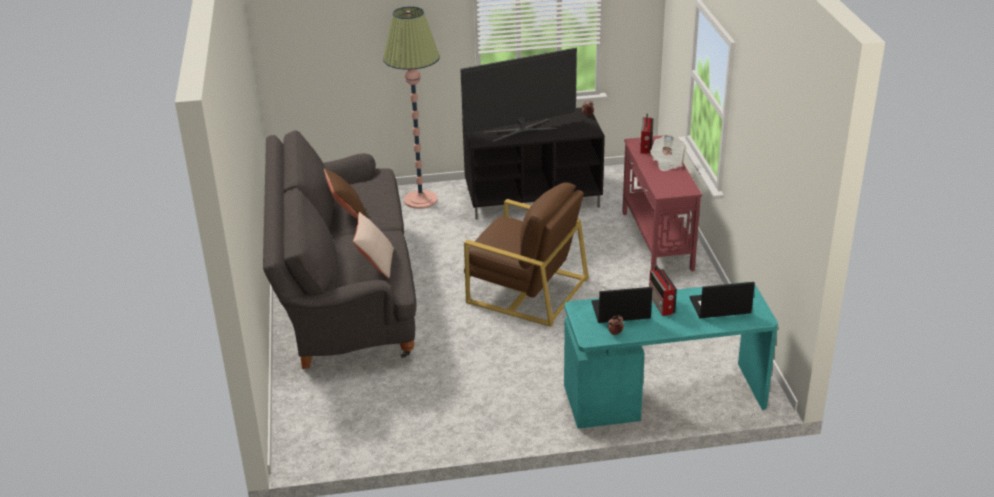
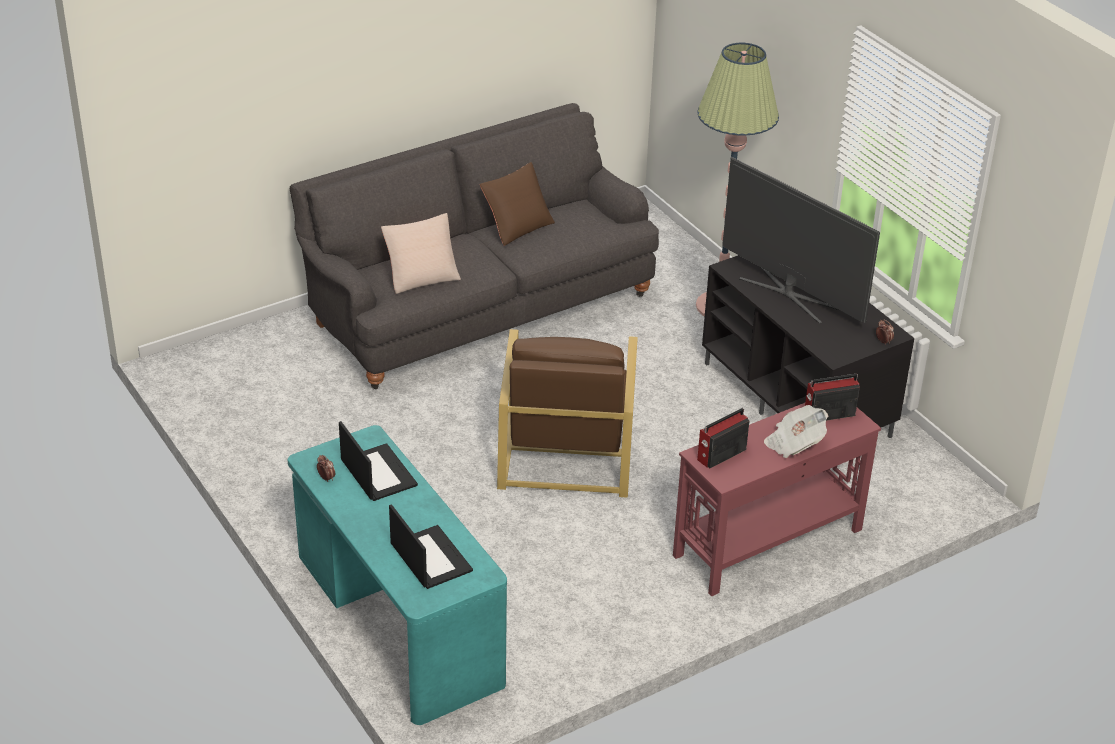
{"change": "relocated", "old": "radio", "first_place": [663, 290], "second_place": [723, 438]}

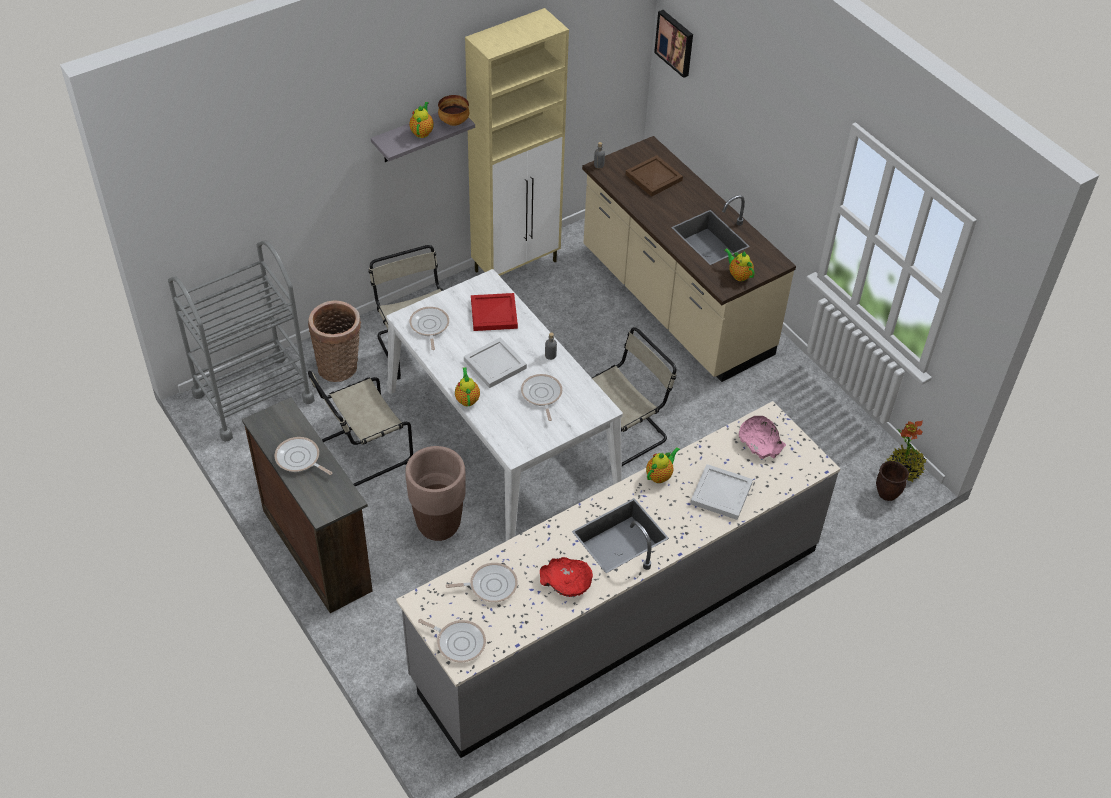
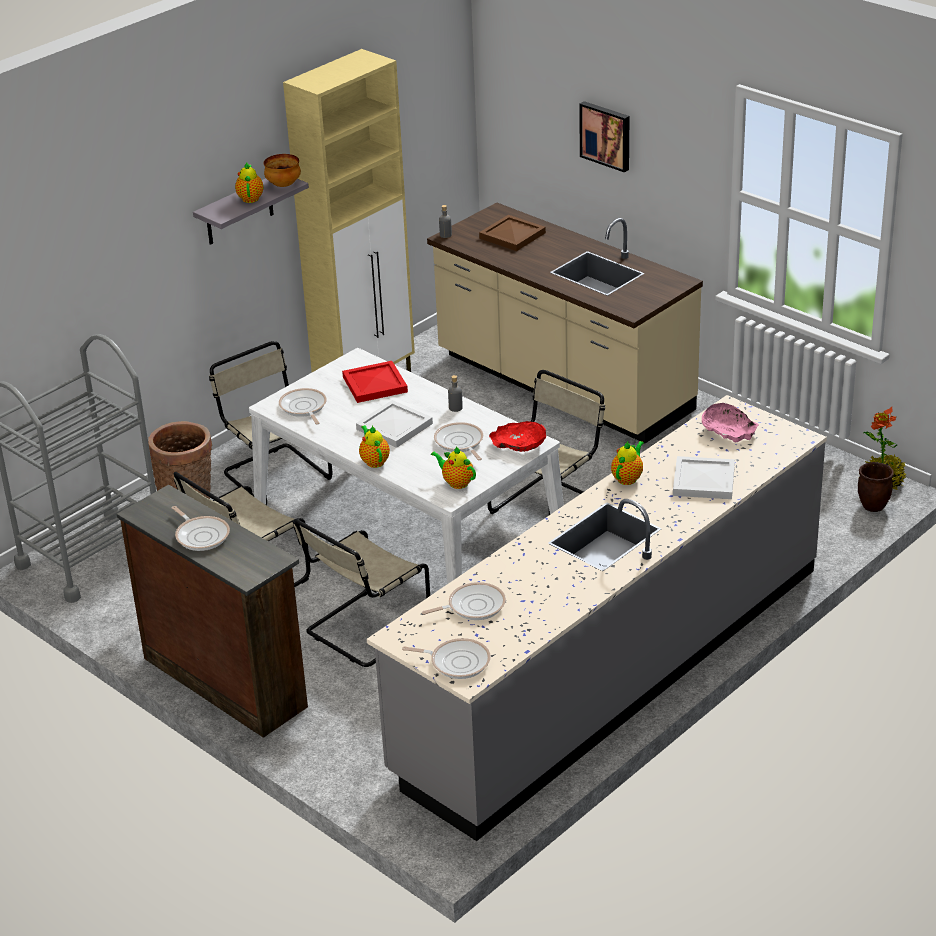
{"change": "relocated", "old": "picture", "first_place": [673, 44], "second_place": [604, 136]}
{"change": "relocated", "old": "teapot", "first_place": [739, 265], "second_place": [453, 468]}
{"change": "spun", "old": "frying pan", "first_place": [304, 456], "second_place": [201, 528], "degrees": -150}
{"change": "exchanged", "old": "brown planter", "new": "beige chair", "first_place": [435, 493], "second_place": [362, 593]}
{"change": "relocated", "old": "red bowl", "first_place": [566, 577], "second_place": [517, 436]}

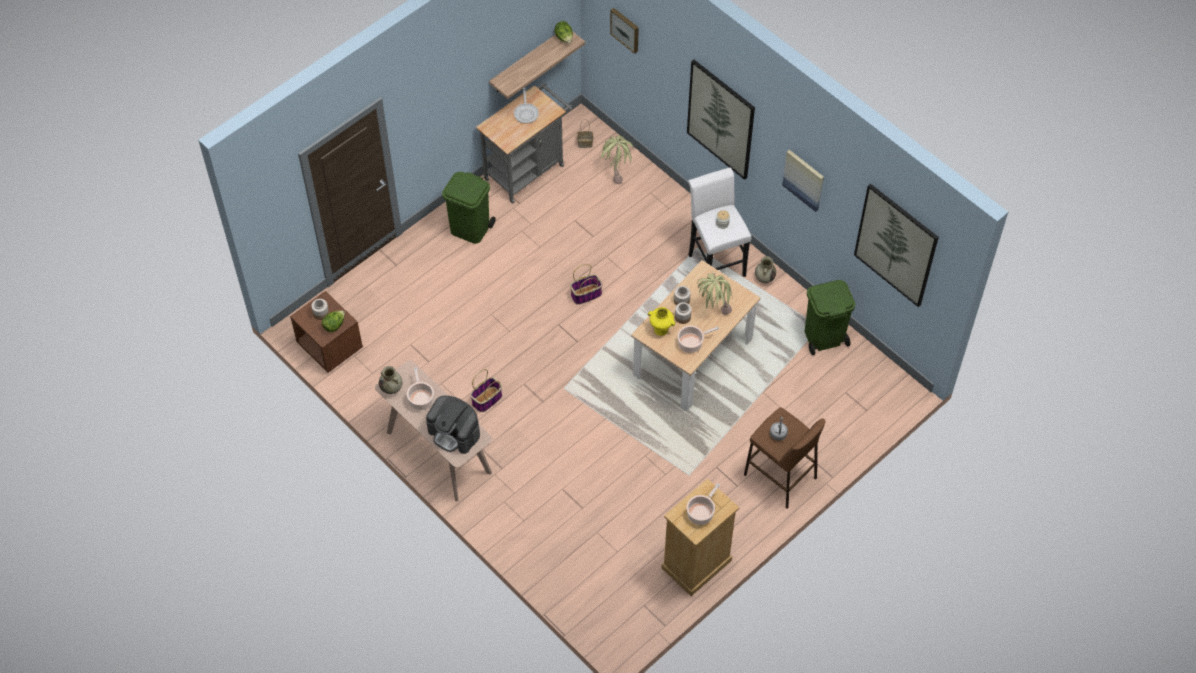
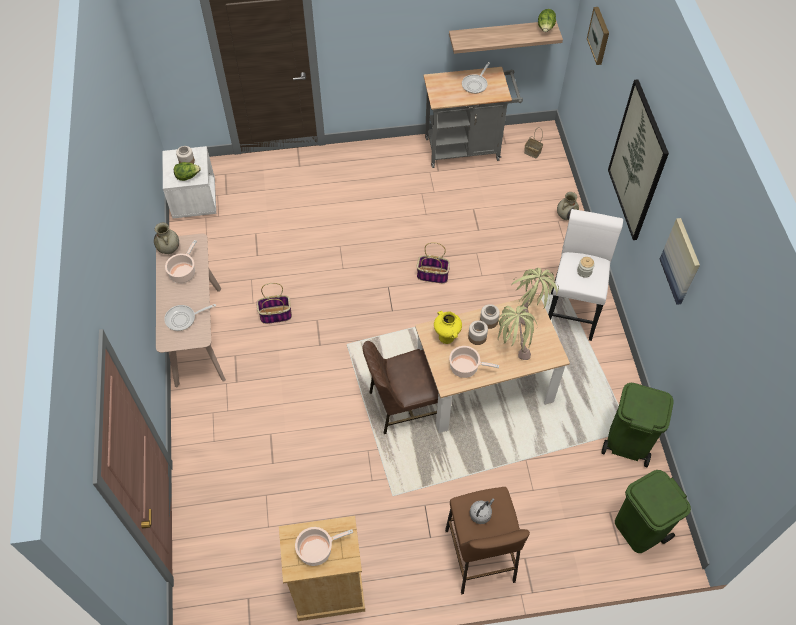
{"change": "relocated", "old": "potted plant", "first_place": [617, 159], "second_place": [535, 296]}
{"change": "relocated", "old": "green trash can", "first_place": [469, 208], "second_place": [653, 511]}
{"change": "missing", "old": "picture", "first_place": [896, 245]}
{"change": "relocated", "old": "beige vase", "first_place": [765, 269], "second_place": [568, 206]}
{"change": "colour", "old": "brown nightstand", "new": "white nightstand", "first_place": [326, 332], "second_place": [189, 182]}
{"change": "exchanged", "old": "coffee machine", "new": "frying pan", "first_place": [453, 424], "second_place": [190, 317]}
{"change": "appeared", "new": "brown chair", "second_place": [400, 387]}

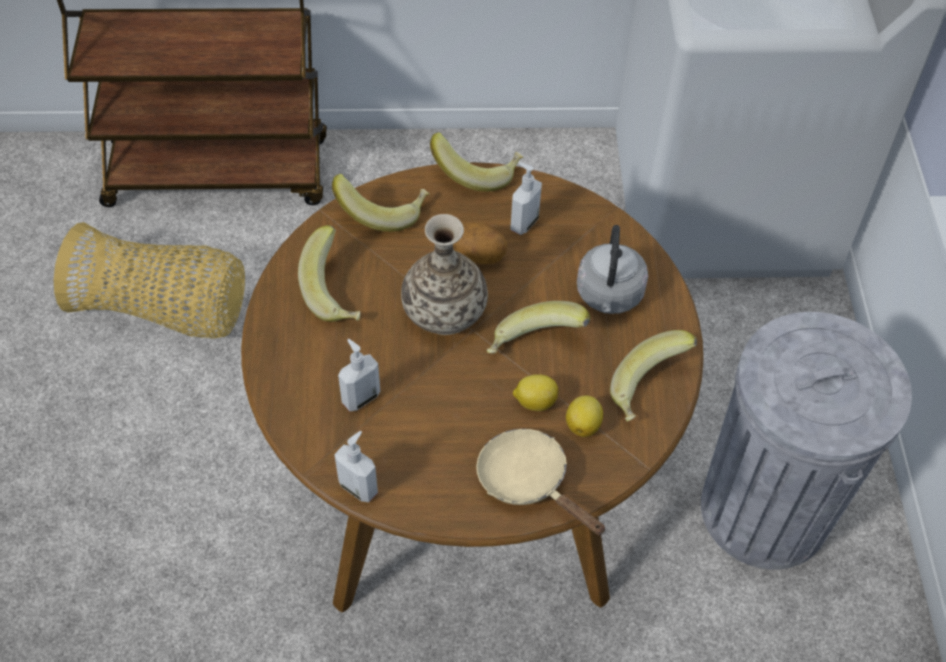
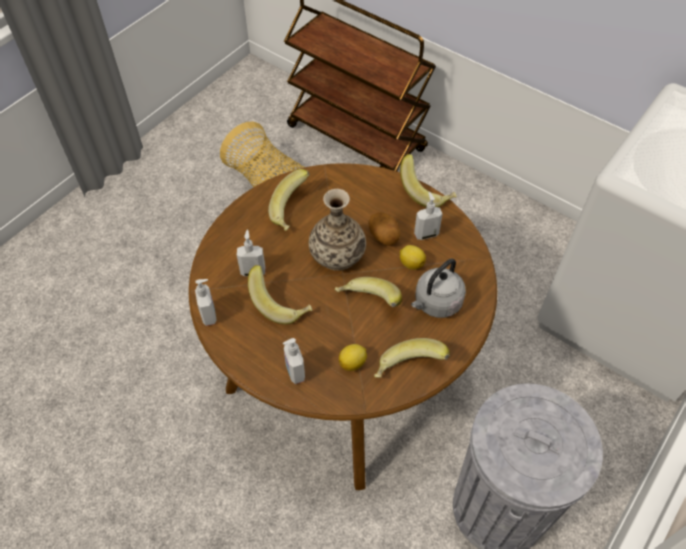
{"change": "relocated", "old": "banana", "first_place": [380, 203], "second_place": [280, 295]}
{"change": "relocated", "old": "lemon", "first_place": [535, 392], "second_place": [413, 257]}
{"change": "exchanged", "old": "beige frying pan", "new": "soap dispenser", "first_place": [541, 482], "second_place": [294, 361]}

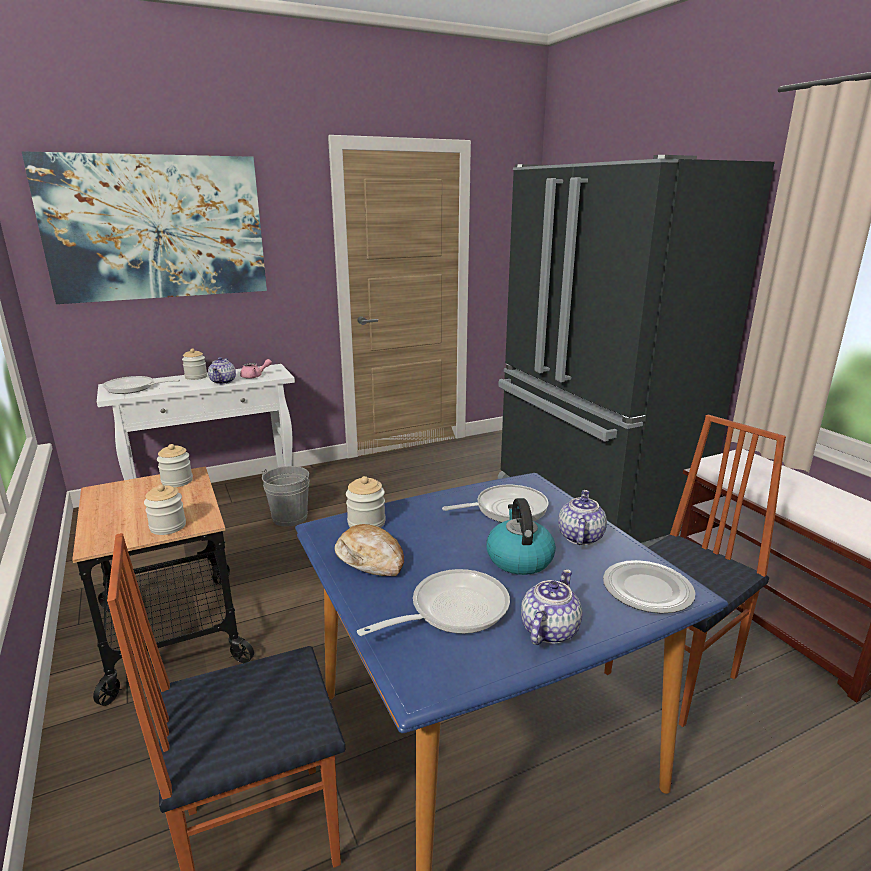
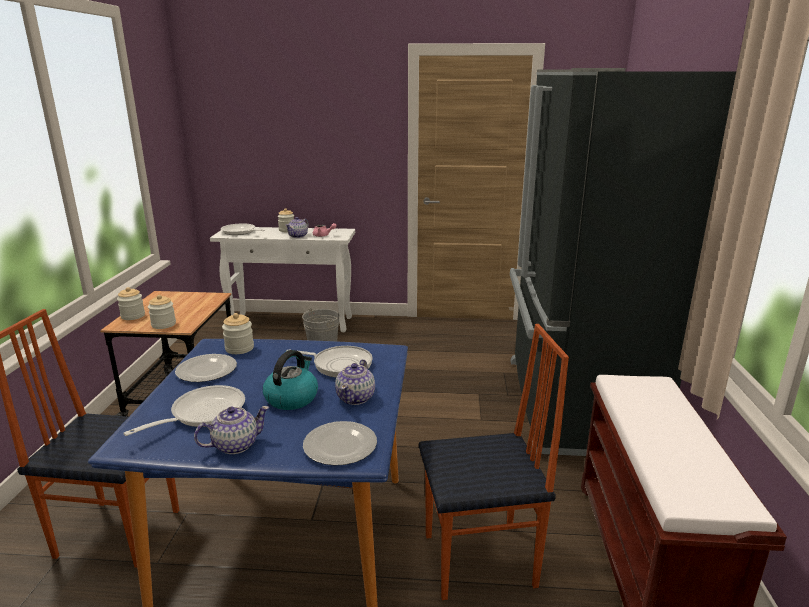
{"change": "missing", "old": "picture", "first_place": [144, 227]}
{"change": "relocated", "old": "jar", "first_place": [175, 465], "second_place": [131, 303]}
{"change": "spun", "old": "teapot", "first_place": [582, 517], "second_place": [355, 382], "degrees": 150}
{"change": "exchanged", "old": "bread", "new": "plate", "first_place": [369, 550], "second_place": [206, 368]}
{"change": "spun", "old": "frying pan", "first_place": [433, 602], "second_place": [184, 410], "degrees": -45}

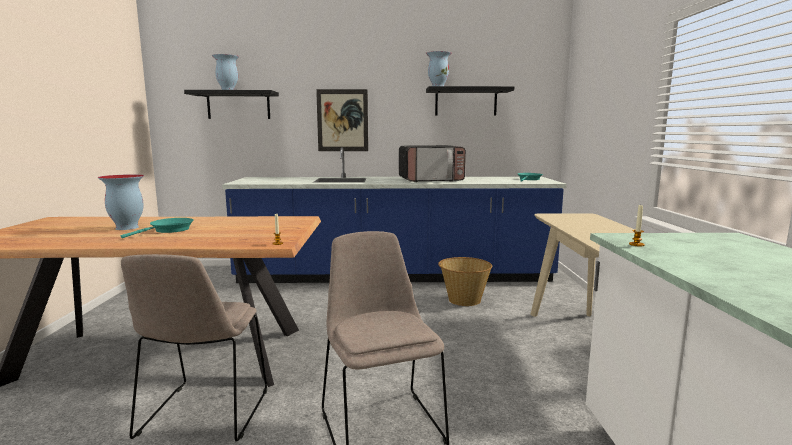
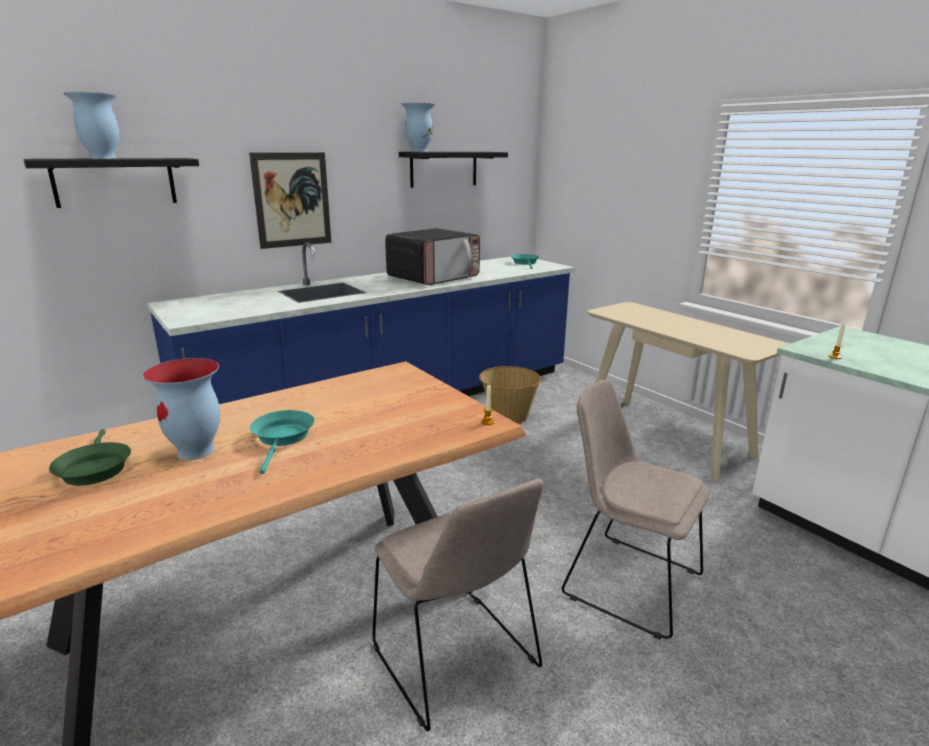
{"change": "appeared", "new": "green frying pan", "second_place": [90, 457]}

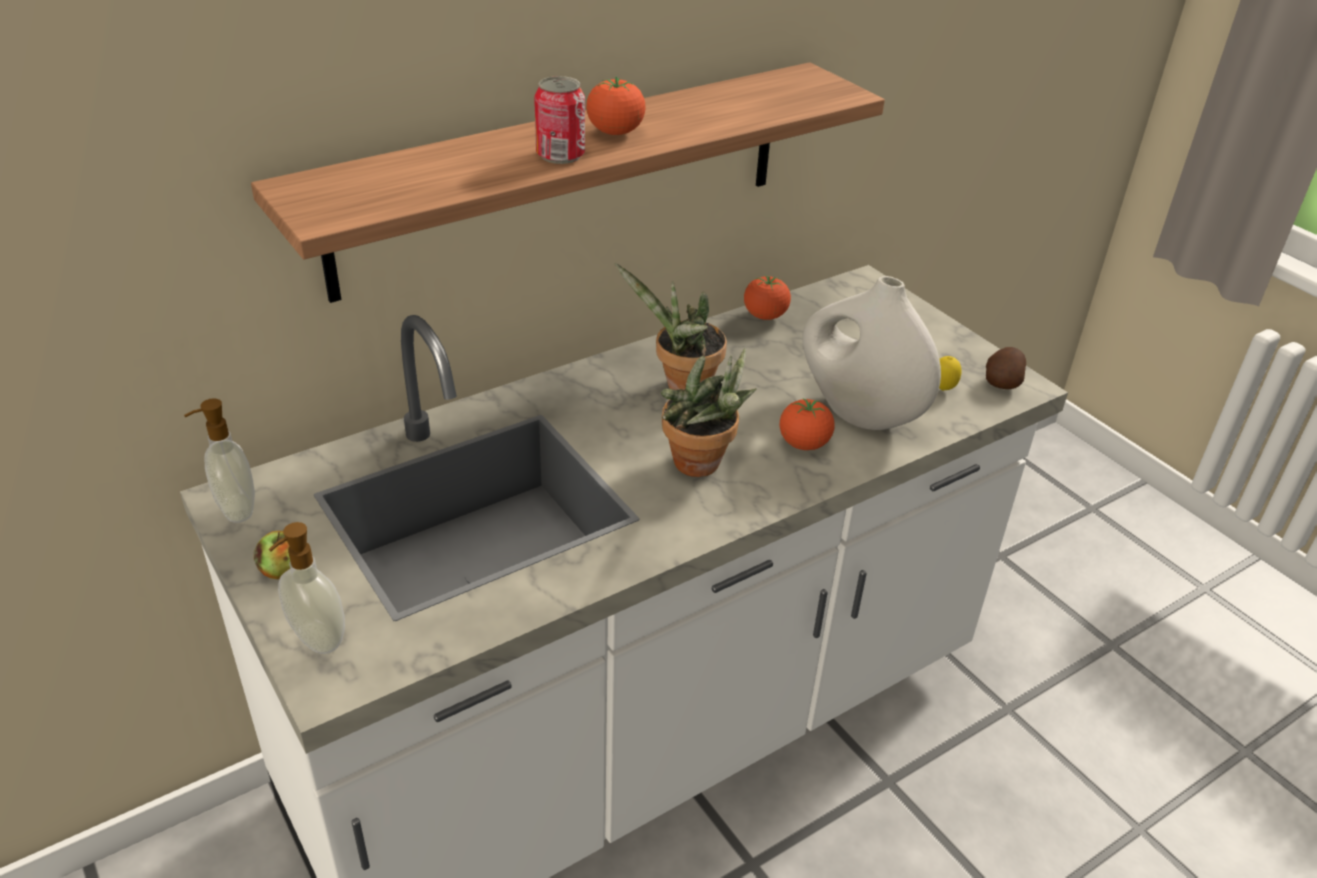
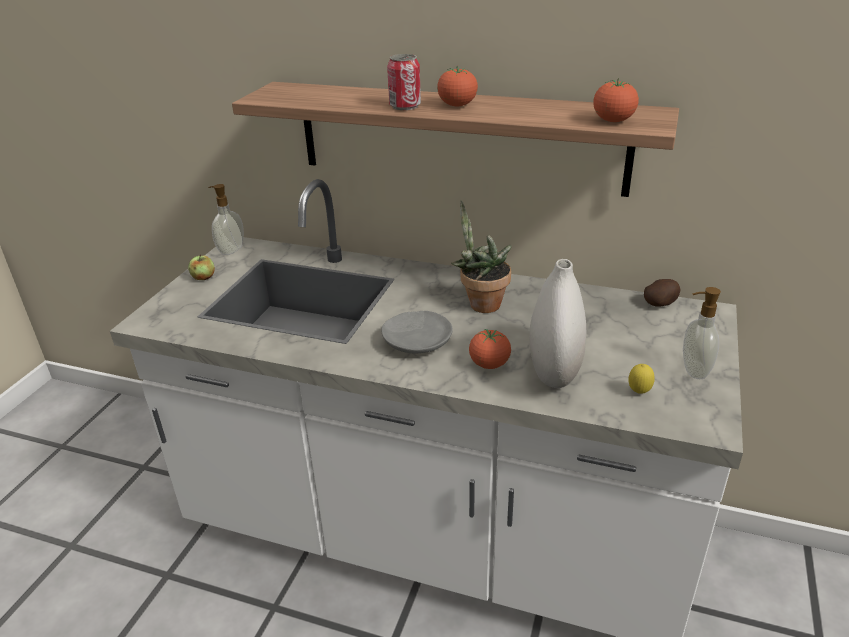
{"change": "relocated", "old": "tomato", "first_place": [767, 297], "second_place": [616, 100]}
{"change": "relocated", "old": "potato", "first_place": [1006, 368], "second_place": [662, 292]}
{"change": "exchanged", "old": "potted plant", "new": "grey plate", "first_place": [708, 412], "second_place": [417, 332]}
{"change": "relocated", "old": "soap dispenser", "first_place": [307, 588], "second_place": [702, 333]}

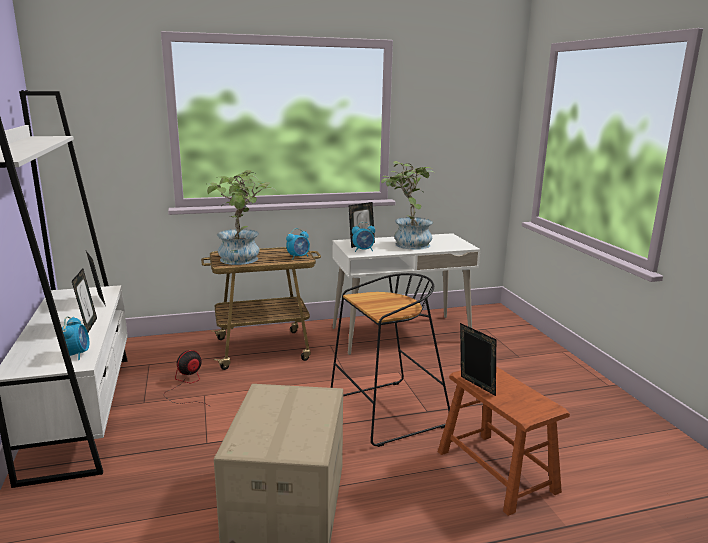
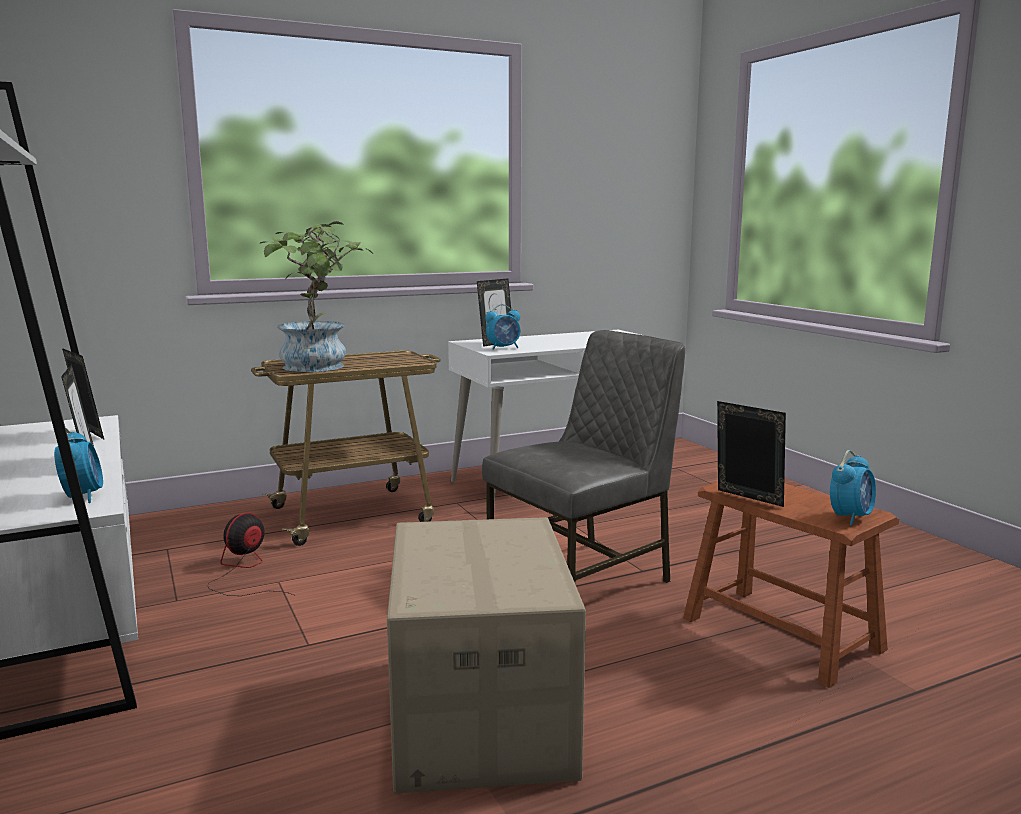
{"change": "missing", "old": "potted plant", "first_place": [407, 205]}
{"change": "relocated", "old": "alarm clock", "first_place": [298, 243], "second_place": [853, 488]}
{"change": "exchanged", "old": "black stool", "new": "grey chair", "first_place": [390, 360], "second_place": [583, 456]}

